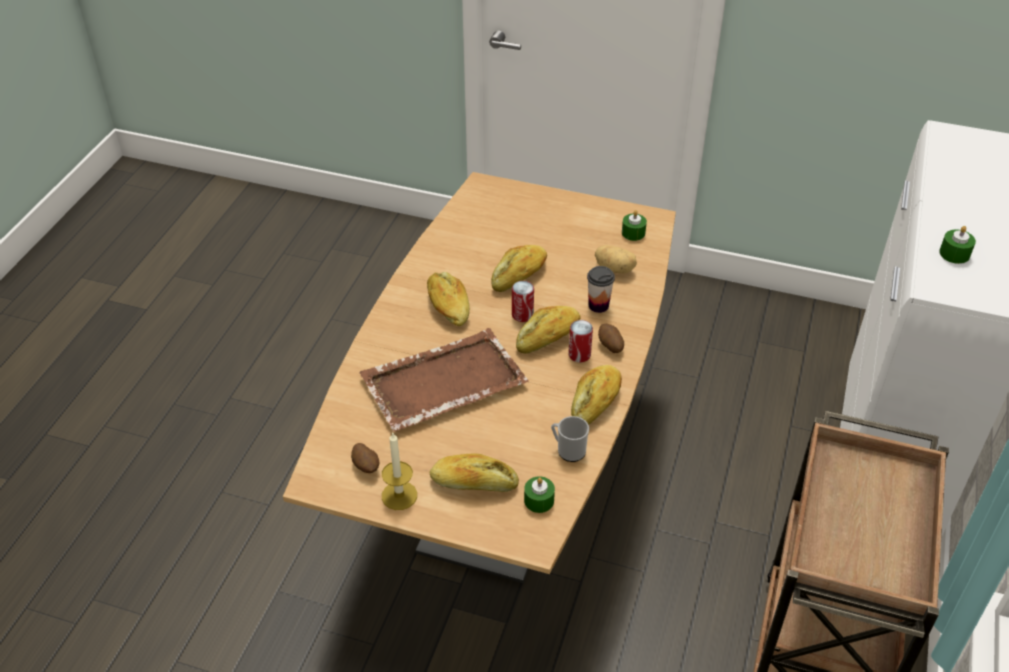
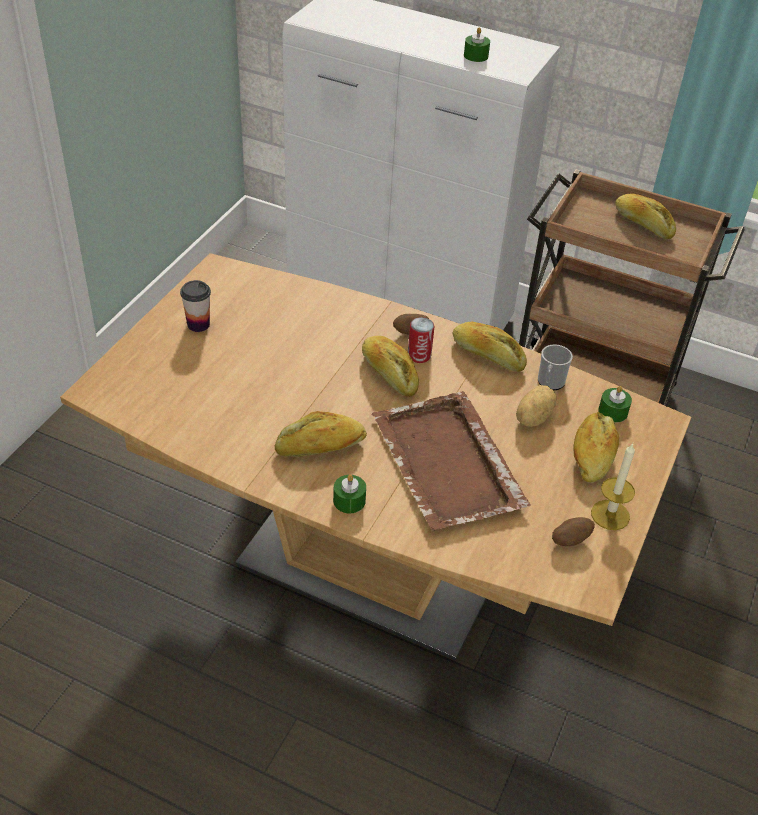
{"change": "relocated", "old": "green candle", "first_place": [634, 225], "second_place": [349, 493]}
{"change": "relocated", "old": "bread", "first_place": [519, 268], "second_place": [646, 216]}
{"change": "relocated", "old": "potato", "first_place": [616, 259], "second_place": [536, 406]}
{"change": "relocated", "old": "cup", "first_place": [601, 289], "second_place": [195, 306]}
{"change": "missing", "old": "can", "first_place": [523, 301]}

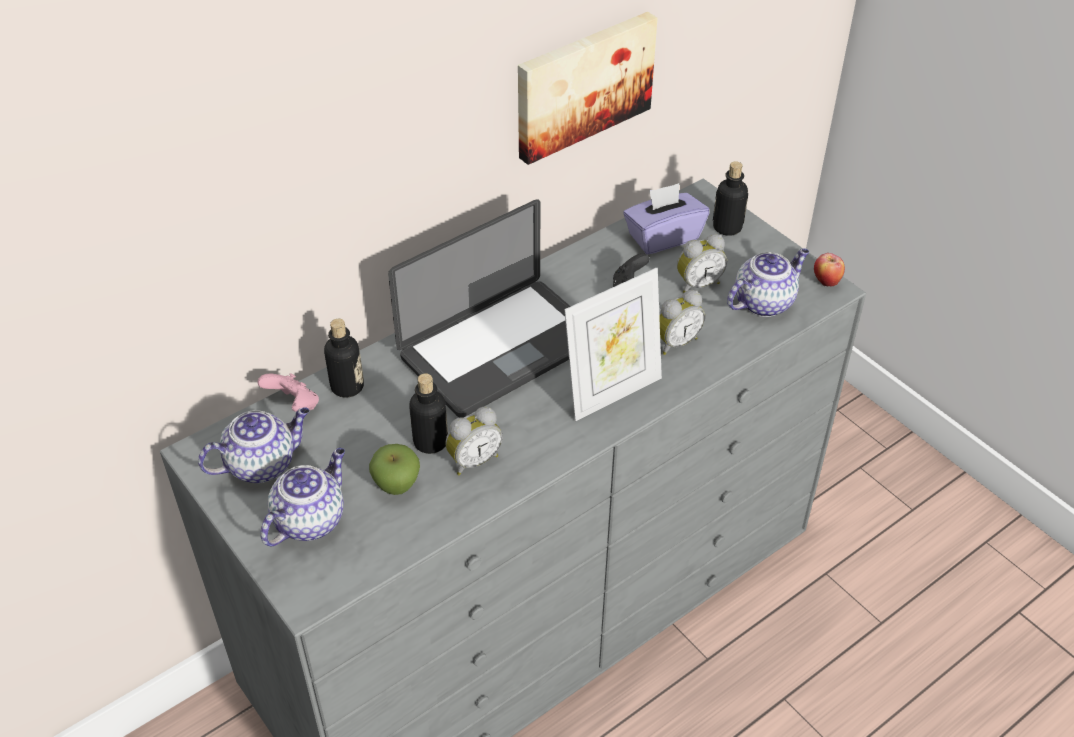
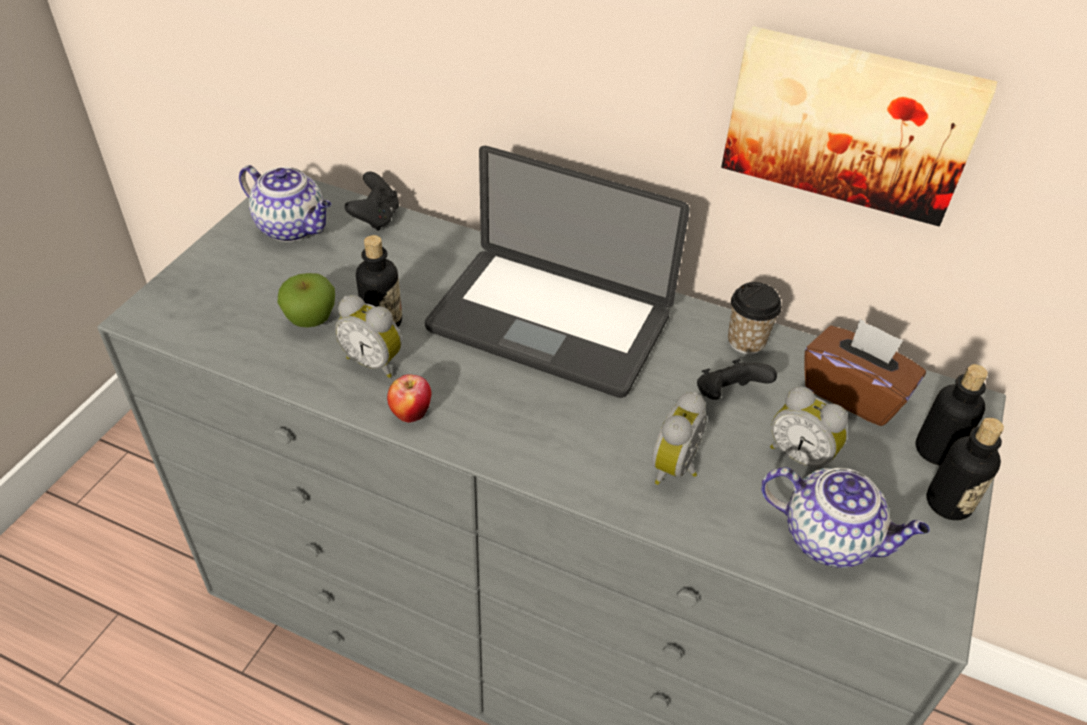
{"change": "colour", "old": "purple tissue box", "new": "brown tissue box", "first_place": [666, 218], "second_place": [865, 372]}
{"change": "relocated", "old": "apple", "first_place": [829, 269], "second_place": [409, 398]}
{"change": "missing", "old": "picture frame", "first_place": [613, 344]}
{"change": "spun", "old": "alarm clock", "first_place": [682, 322], "second_place": [679, 438], "degrees": 90}
{"change": "relocated", "old": "bottle", "first_place": [344, 358], "second_place": [965, 468]}
{"change": "colour", "old": "pink game controller", "new": "black game controller", "first_place": [288, 392], "second_place": [371, 201]}
{"change": "missing", "old": "teapot", "first_place": [302, 497]}
{"change": "appeared", "new": "cup", "second_place": [755, 318]}

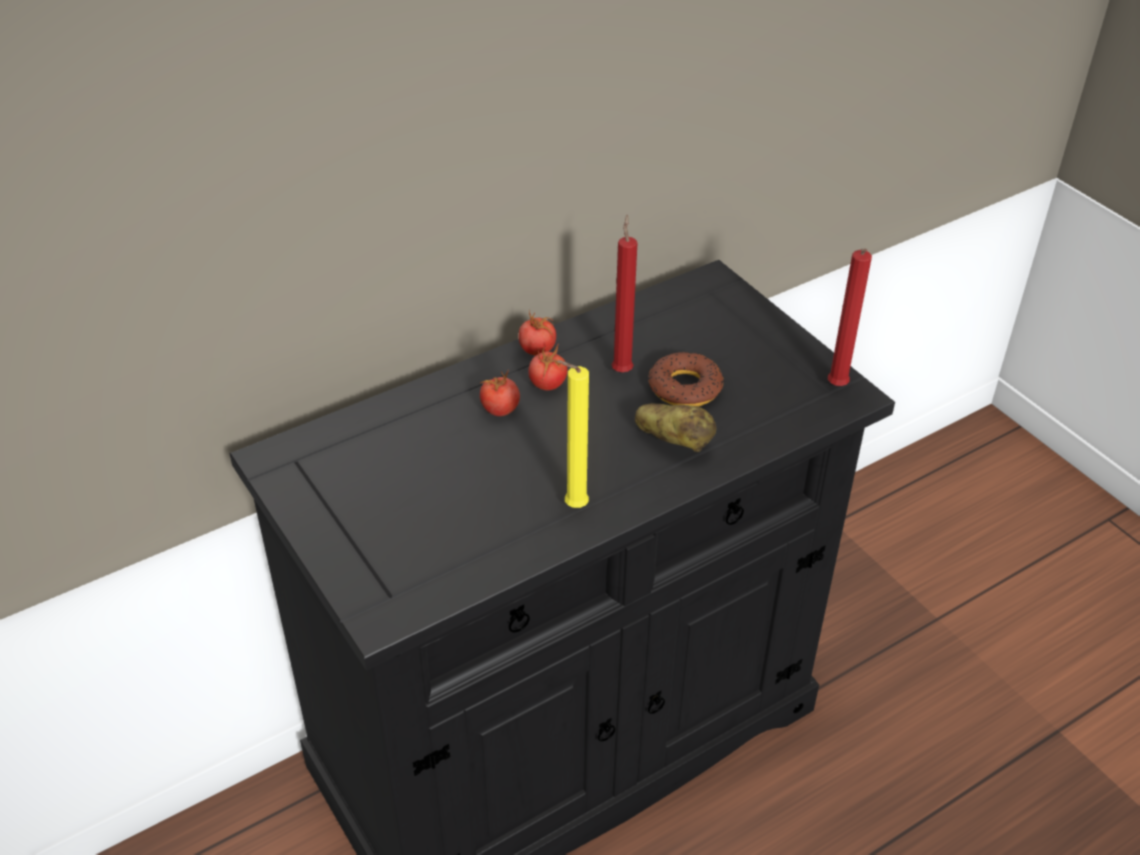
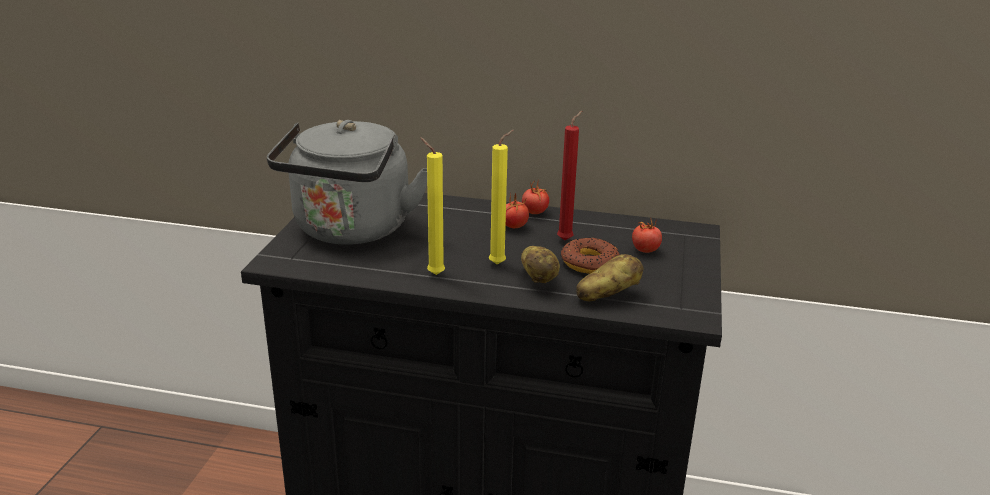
{"change": "missing", "old": "red candle", "first_place": [850, 317]}
{"change": "relocated", "old": "tomato", "first_place": [500, 393], "second_place": [647, 236]}
{"change": "appeared", "new": "grey kettle", "second_place": [347, 182]}
{"change": "appeared", "new": "yellow candle", "second_place": [501, 197]}
{"change": "appeared", "new": "potato", "second_place": [609, 277]}

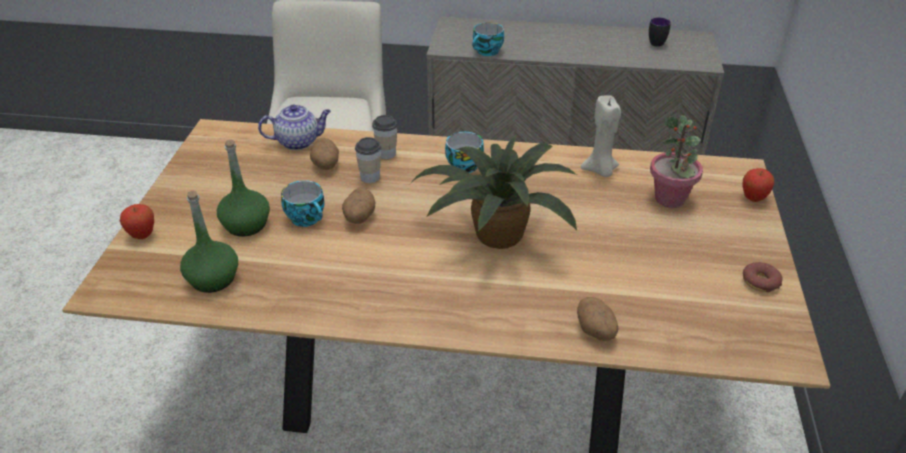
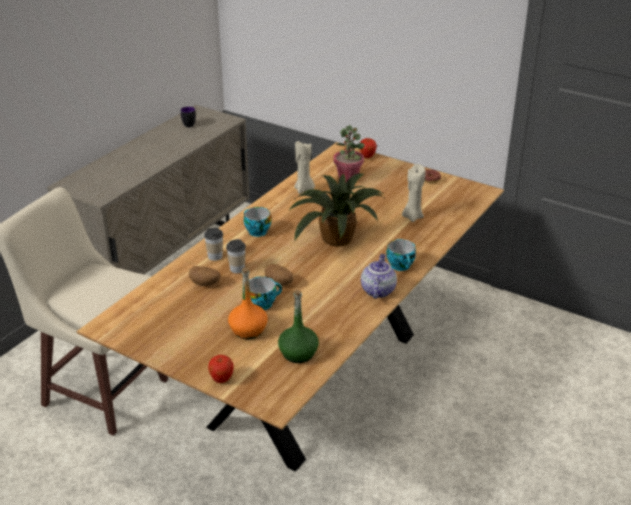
{"change": "relocated", "old": "cup", "first_place": [488, 39], "second_place": [401, 255]}
{"change": "relocated", "old": "teapot", "first_place": [294, 127], "second_place": [379, 276]}
{"change": "colour", "old": "green bottle", "new": "orange bottle", "first_place": [243, 188], "second_place": [248, 303]}
{"change": "missing", "old": "potato", "first_place": [598, 319]}
{"change": "appeared", "new": "beige candle", "second_place": [413, 193]}

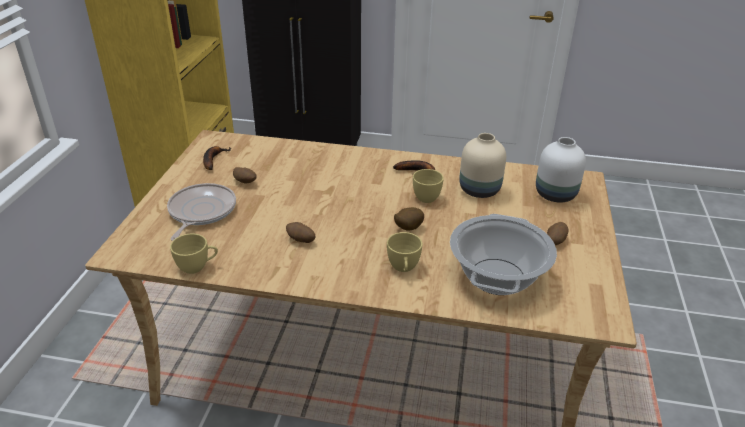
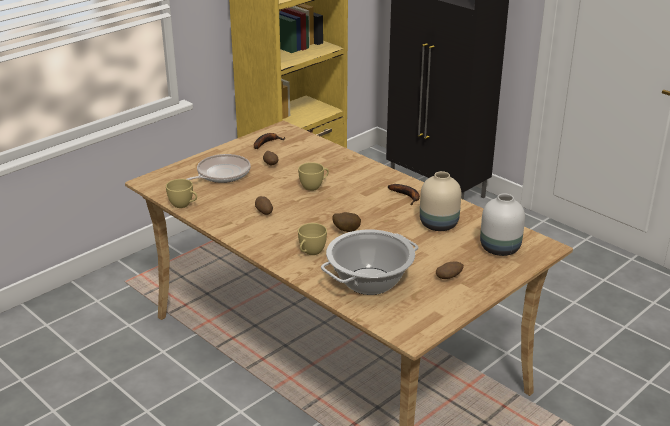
{"change": "relocated", "old": "yellow cup", "first_place": [428, 186], "second_place": [313, 176]}

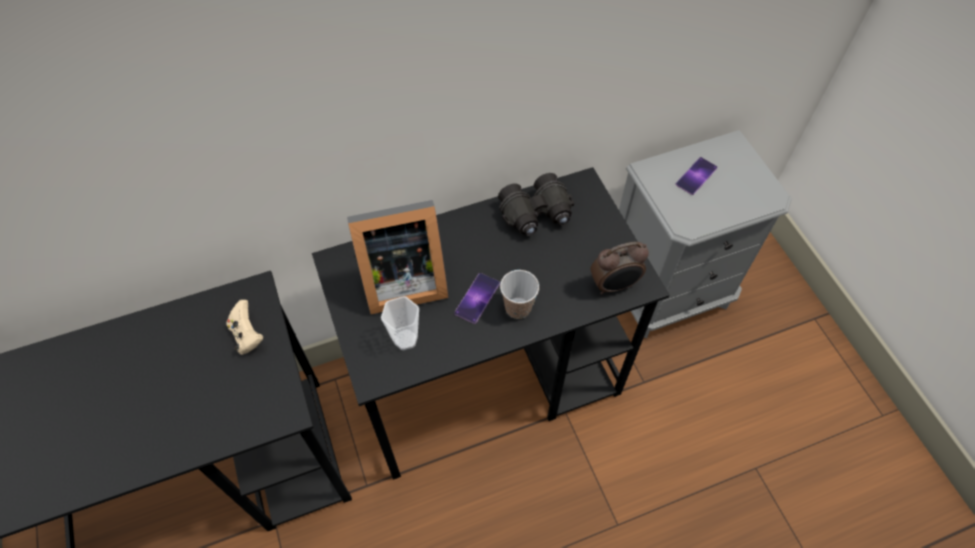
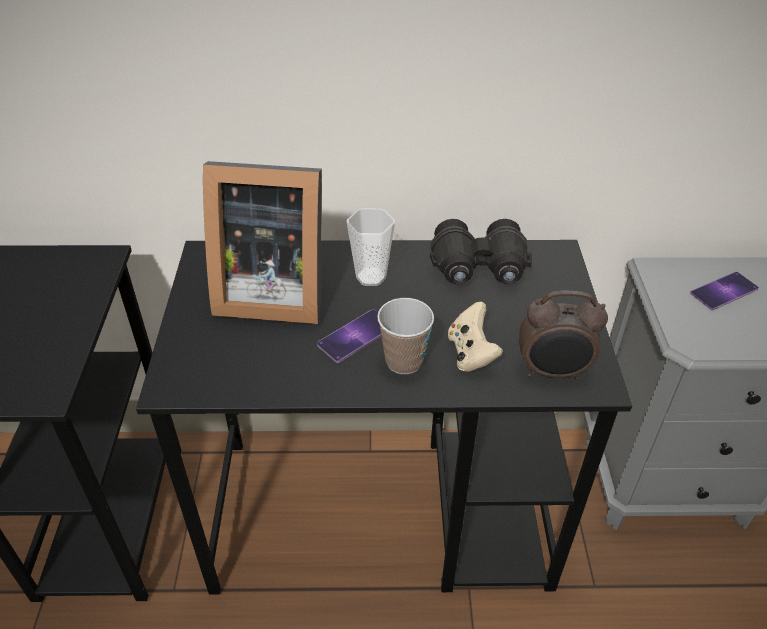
{"change": "relocated", "old": "cup", "first_place": [400, 323], "second_place": [371, 247]}
{"change": "relocated", "old": "beige game controller", "first_place": [245, 327], "second_place": [475, 337]}

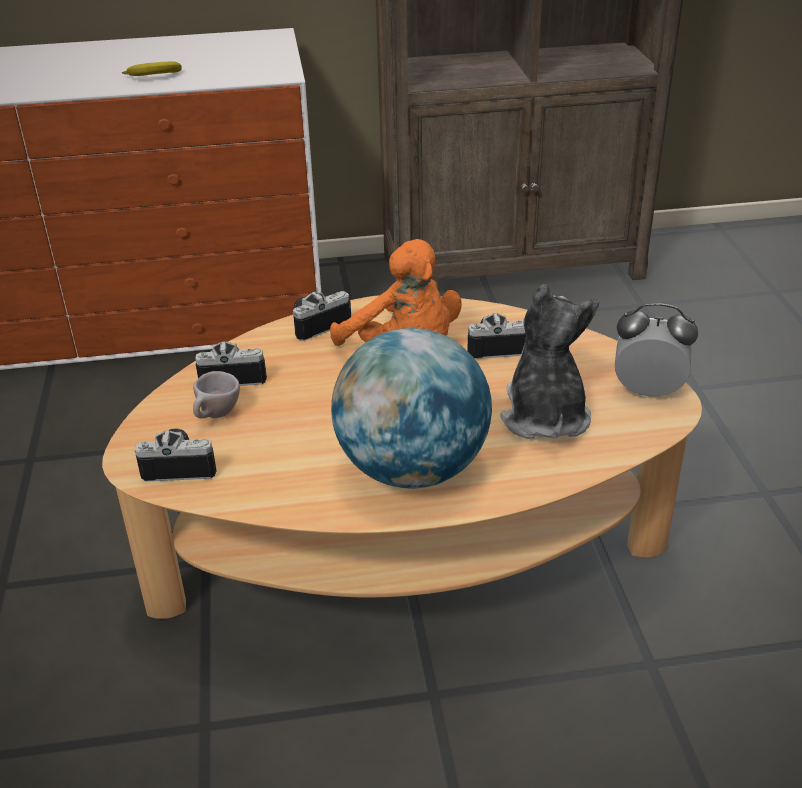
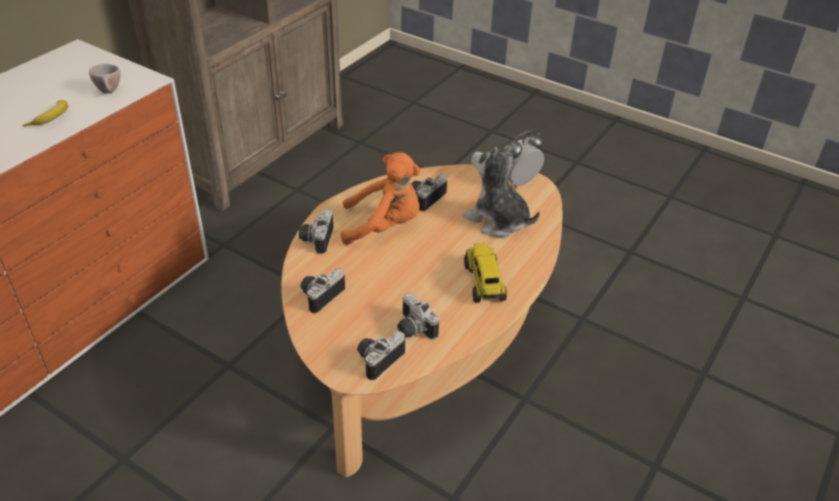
{"change": "exchanged", "old": "globe", "new": "toy truck", "first_place": [411, 408], "second_place": [485, 273]}
{"change": "relocated", "old": "beige cup", "first_place": [216, 394], "second_place": [104, 79]}
{"change": "appeared", "new": "photo camera", "second_place": [418, 316]}

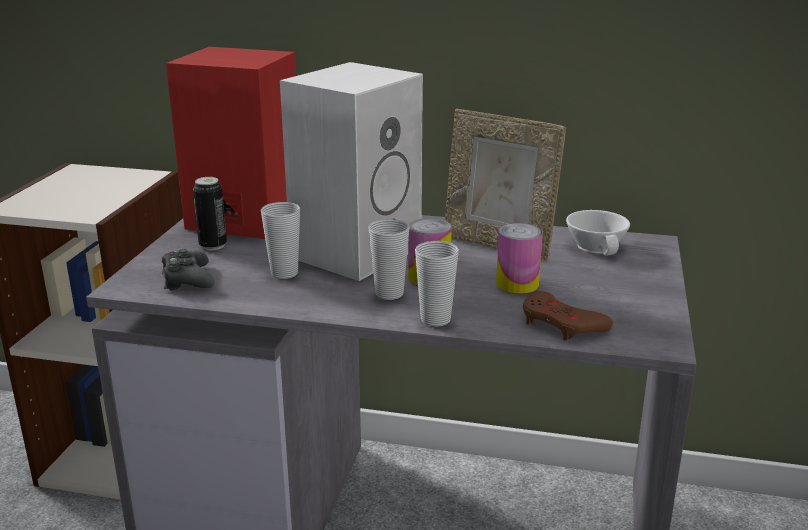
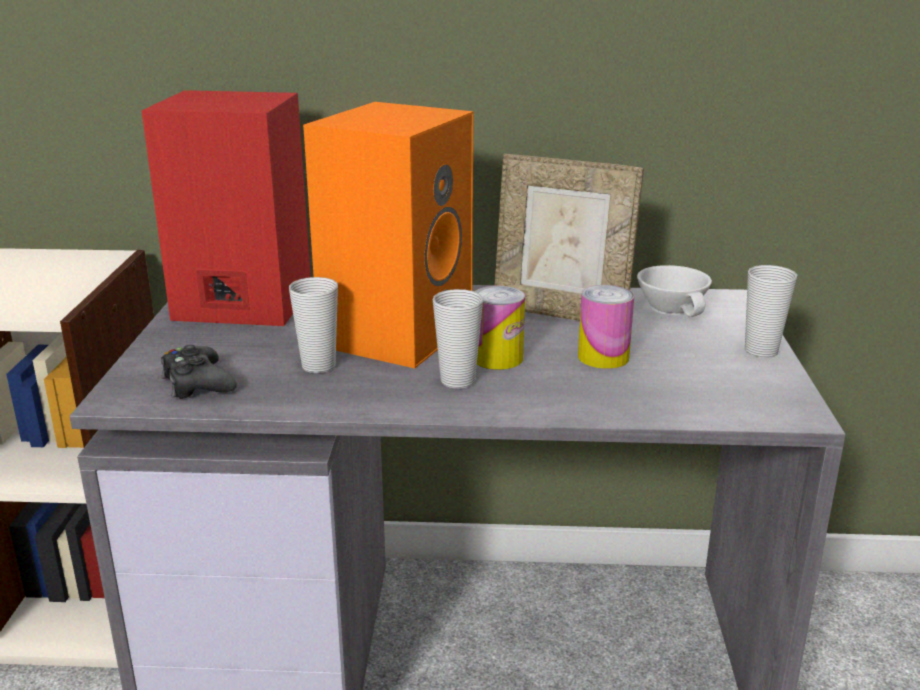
{"change": "colour", "old": "white speaker", "new": "orange speaker", "first_place": [351, 171], "second_place": [388, 235]}
{"change": "missing", "old": "can", "first_place": [210, 213]}
{"change": "relocated", "old": "cup", "first_place": [437, 284], "second_place": [771, 311]}
{"change": "missing", "old": "brown game controller", "first_place": [568, 316]}

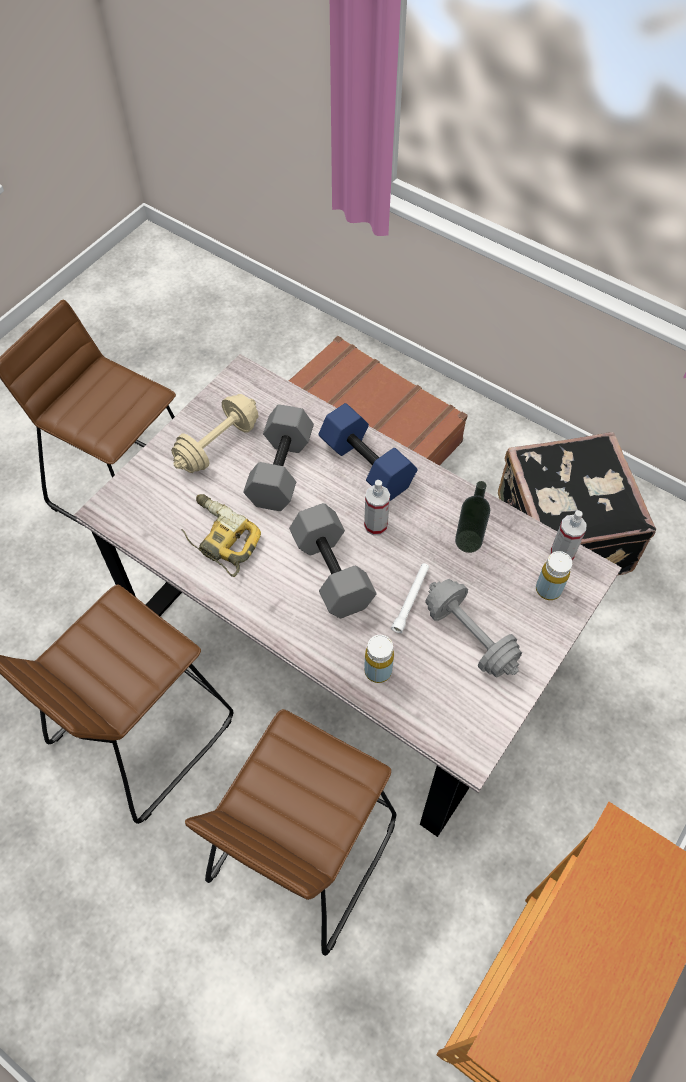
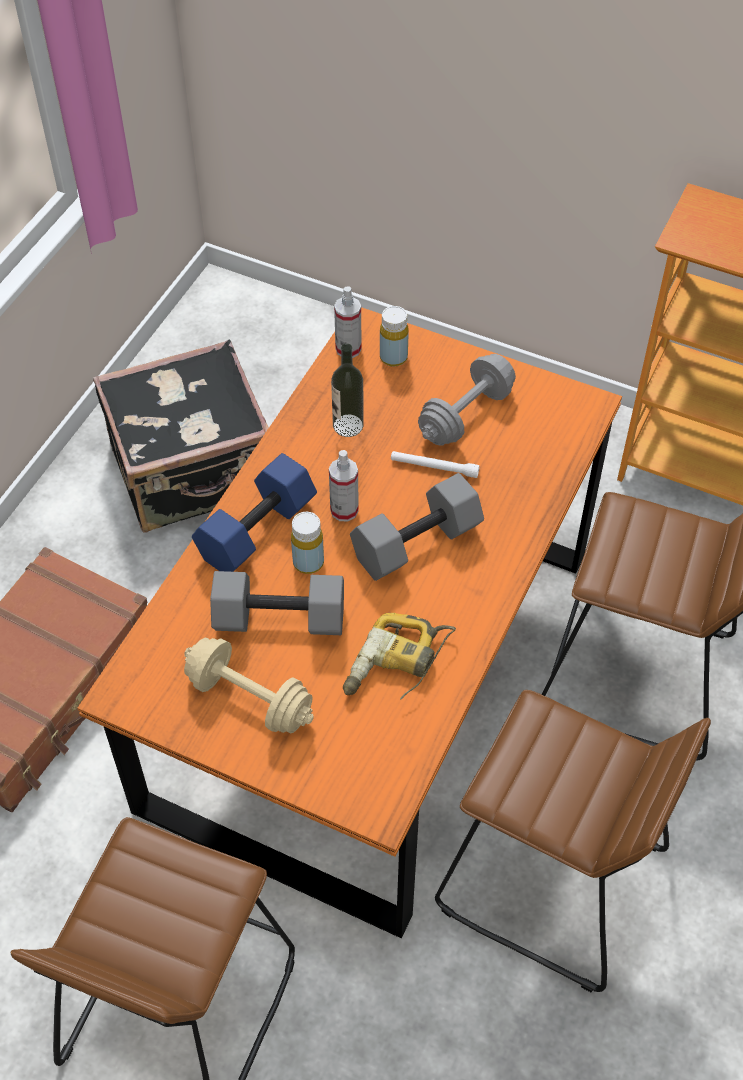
{"change": "colour", "old": "grey dining table", "new": "orange dining table", "first_place": [348, 595], "second_place": [350, 622]}
{"change": "relocated", "old": "yellow bottle", "first_place": [379, 659], "second_place": [307, 543]}

